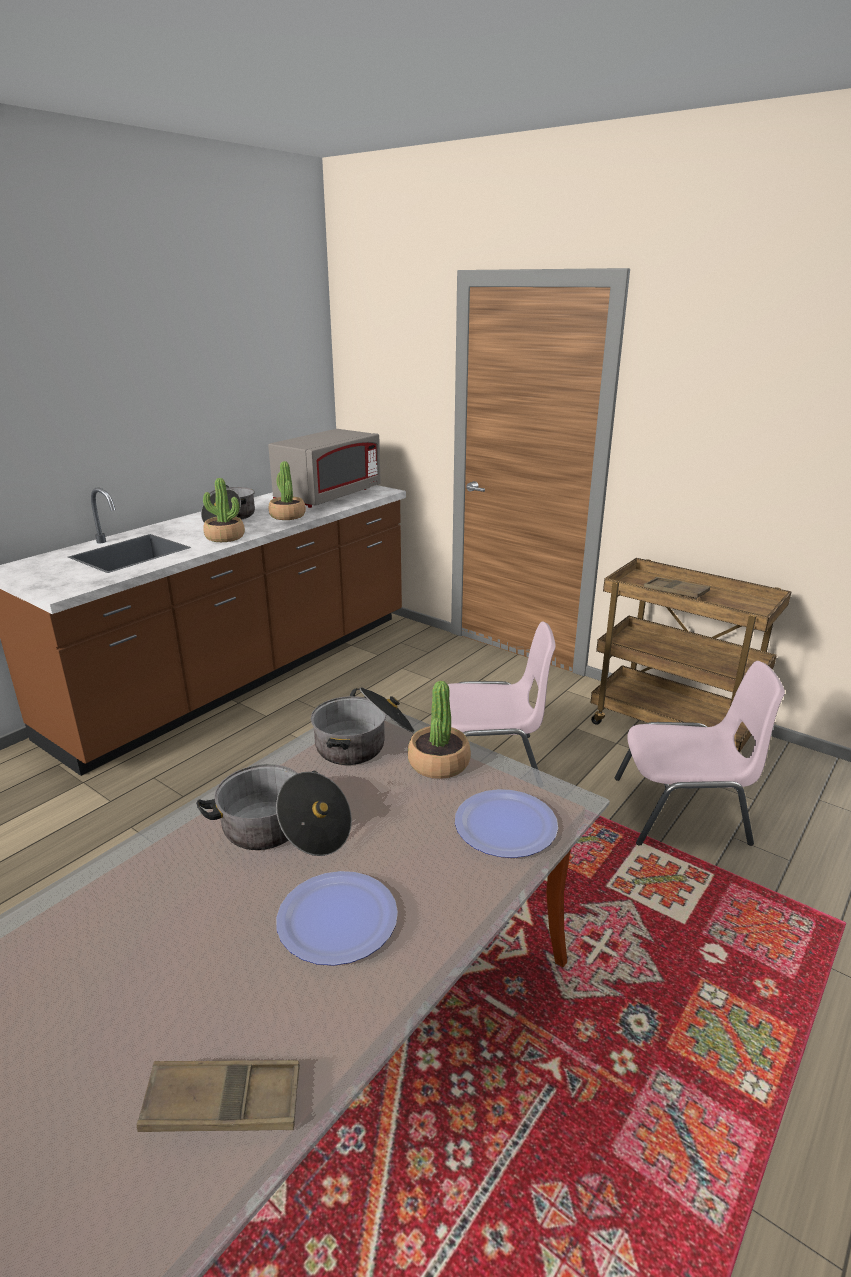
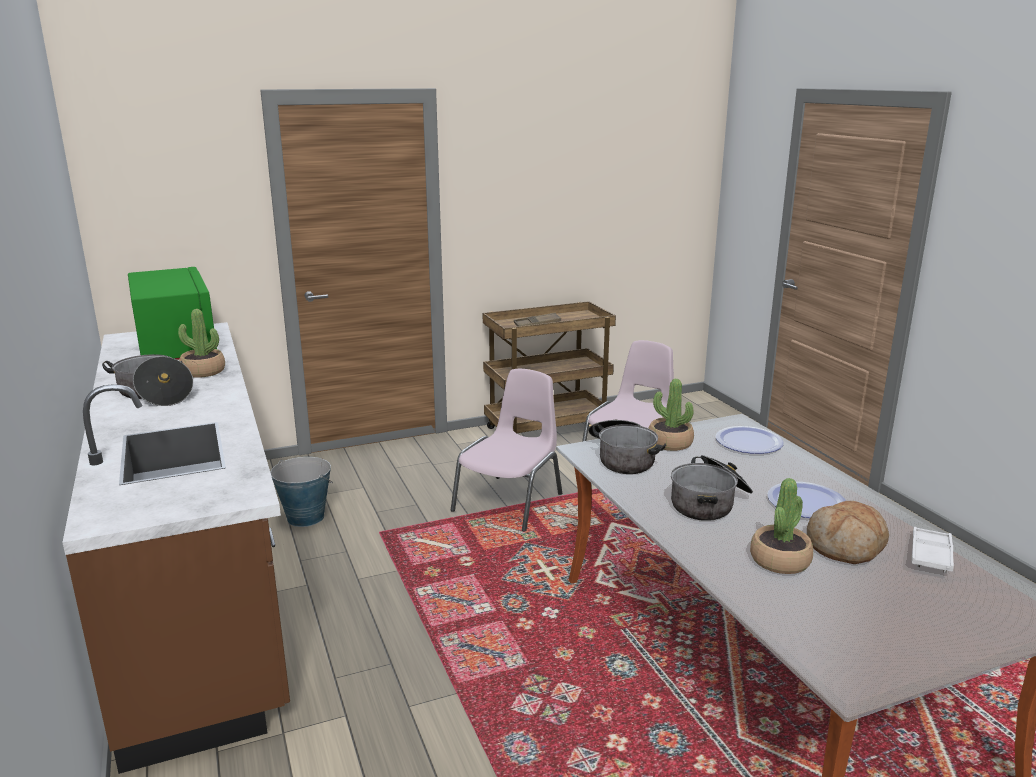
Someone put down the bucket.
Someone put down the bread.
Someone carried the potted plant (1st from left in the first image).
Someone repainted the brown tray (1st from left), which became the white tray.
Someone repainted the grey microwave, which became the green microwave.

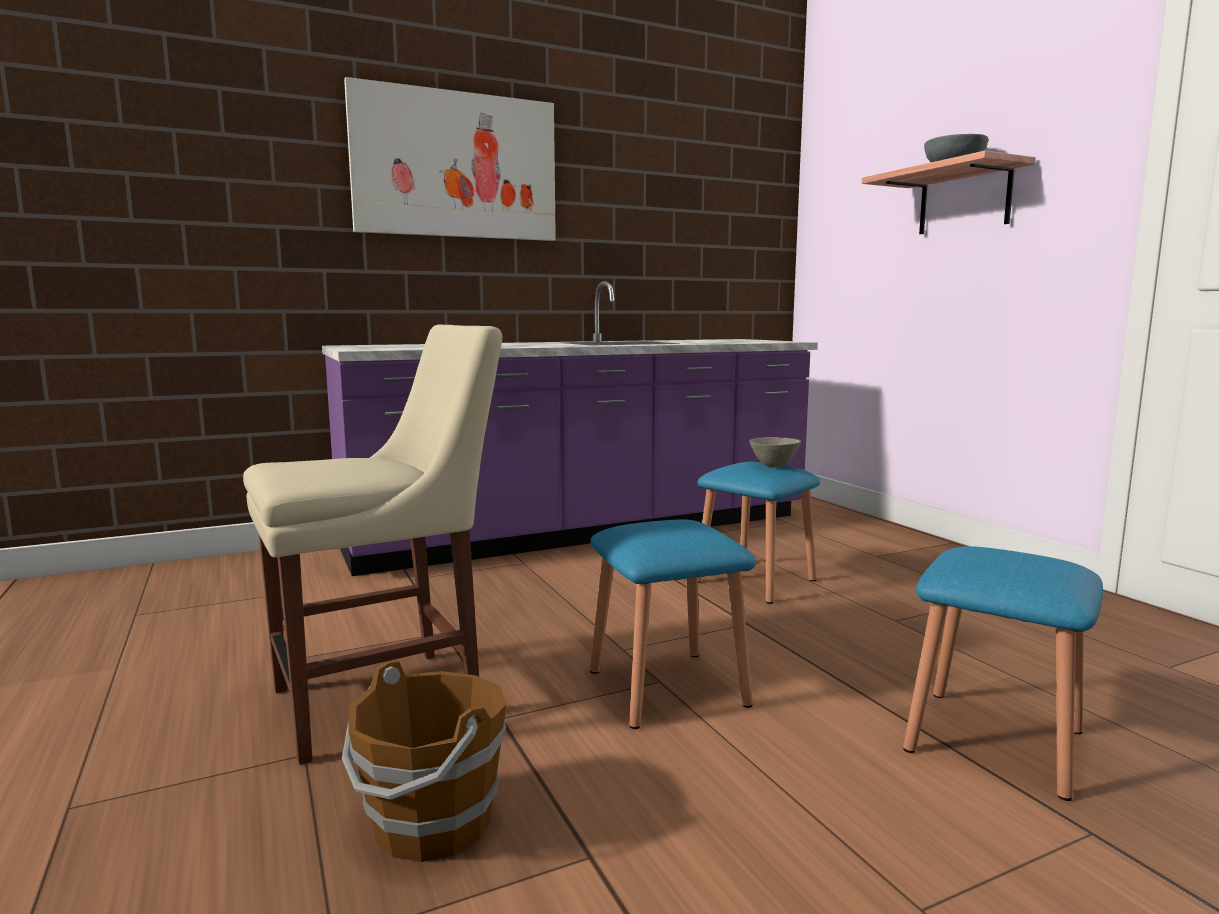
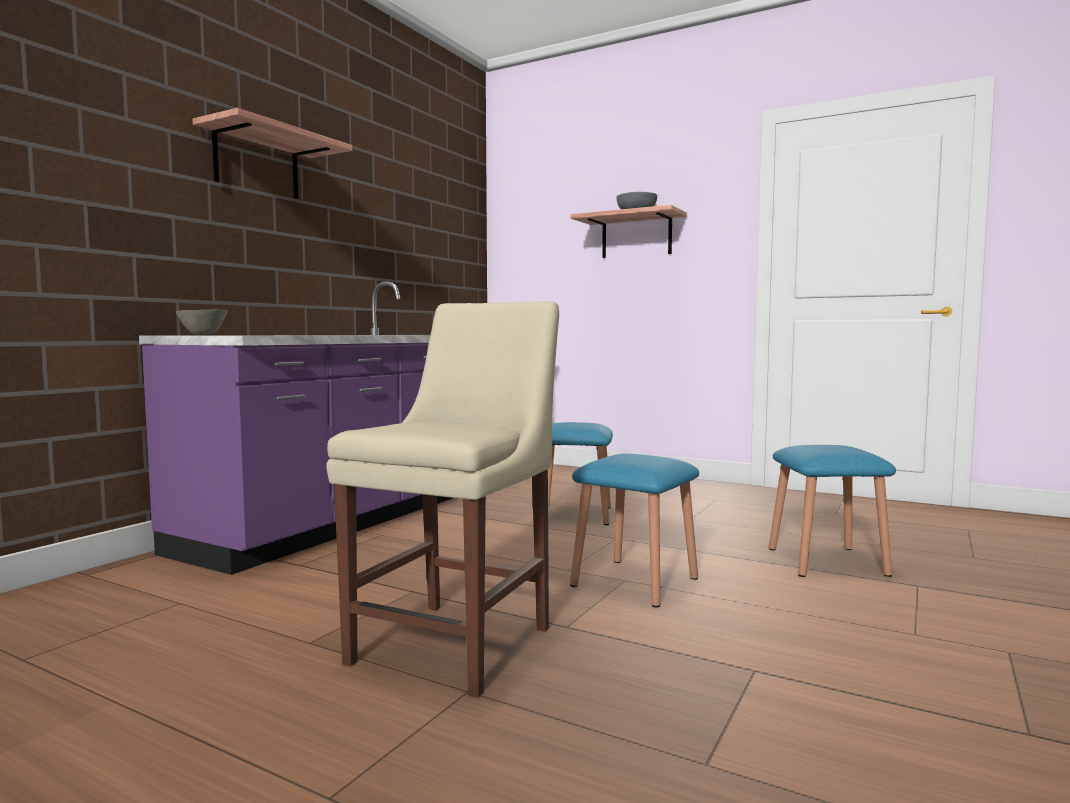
Someone took away the brown bucket.
Someone carried the grey bowl (1st from left).
Someone swapped the picture for the shelf (1st from left).

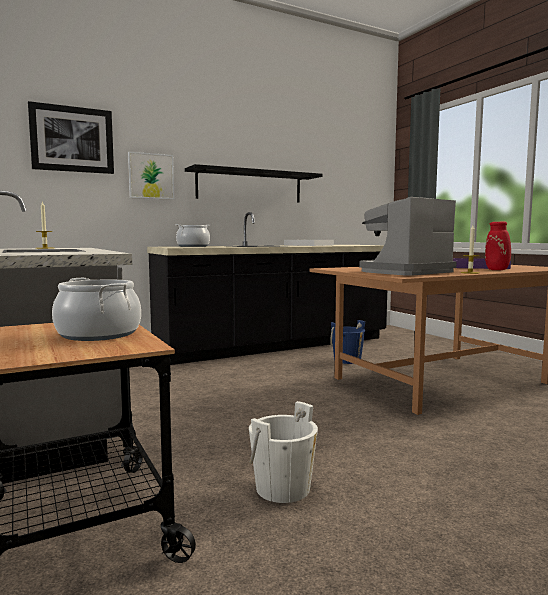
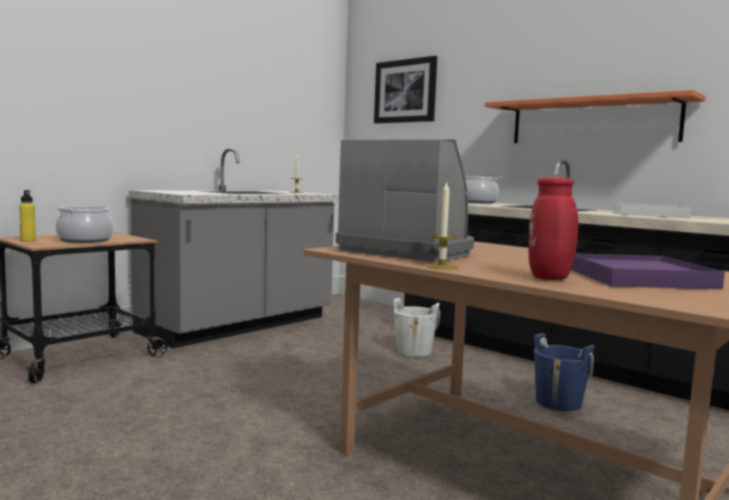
Someone took away the picture (2nd from left).
Someone put down the yellow bottle.
Someone carried the white bucket.
Someone repainted the black shelf, which became the orange shelf.

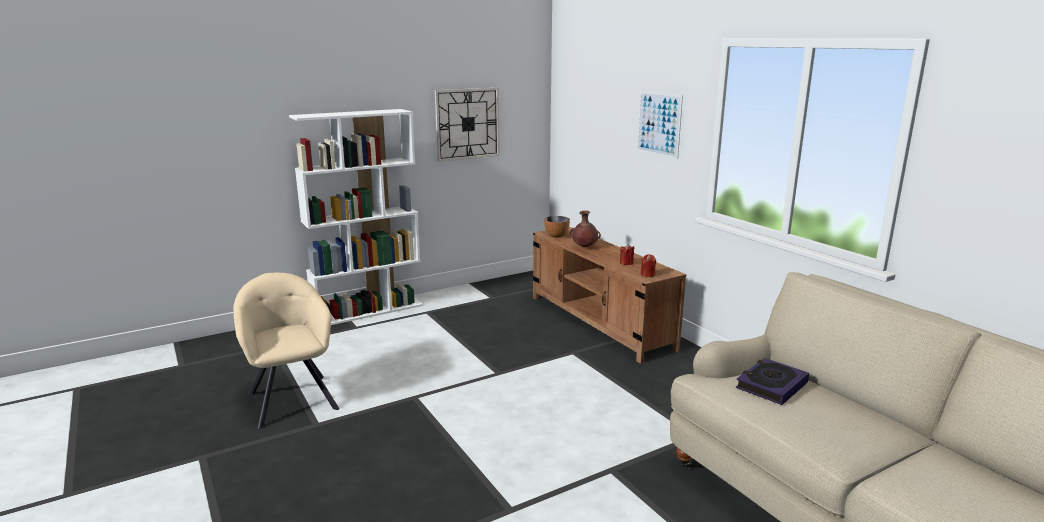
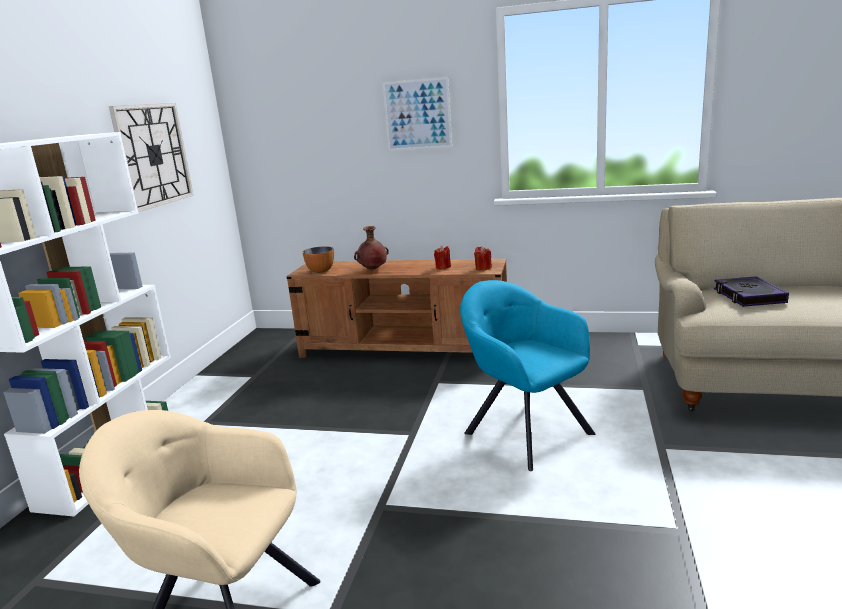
Someone put down the turquoise armchair.

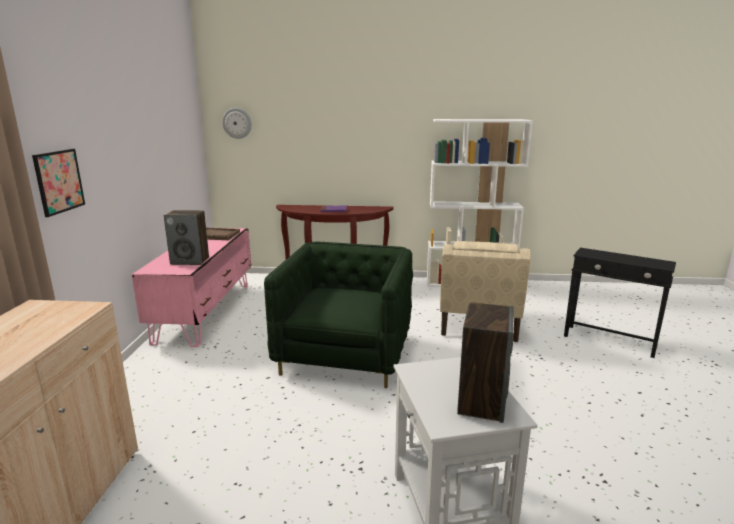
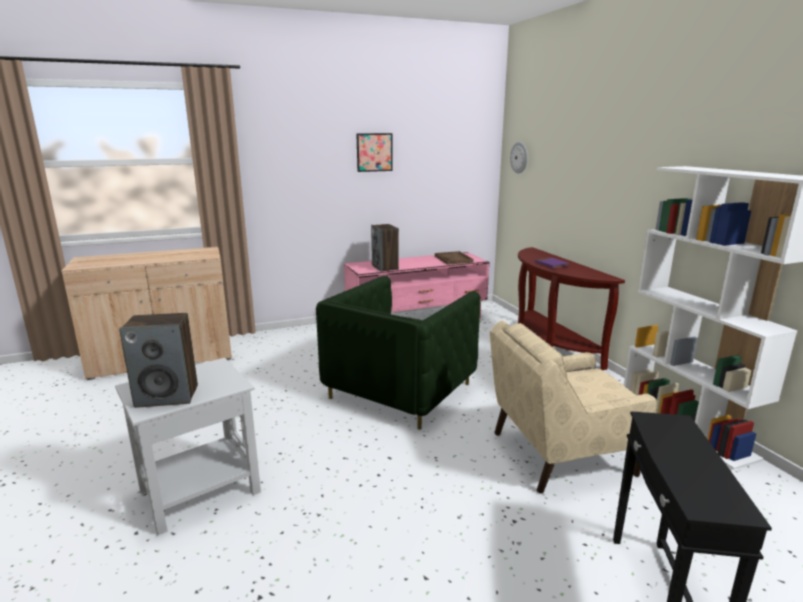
Someone carried the picture.
Someone rotated the green armchair by 135 degrees clockwise.

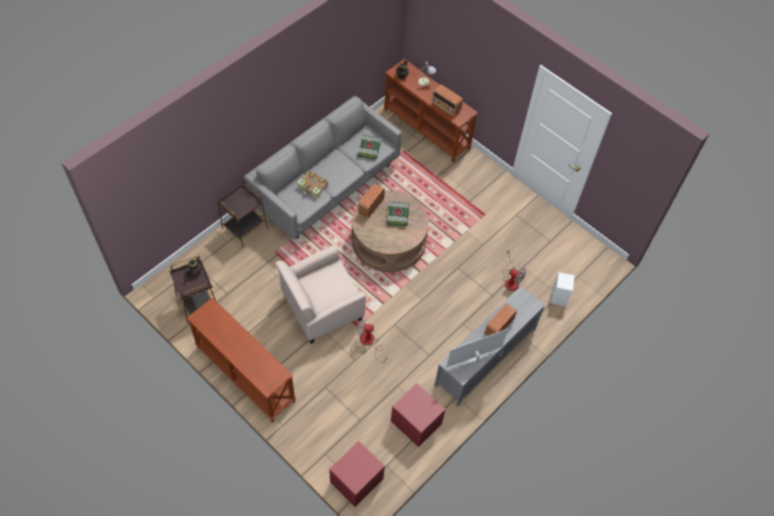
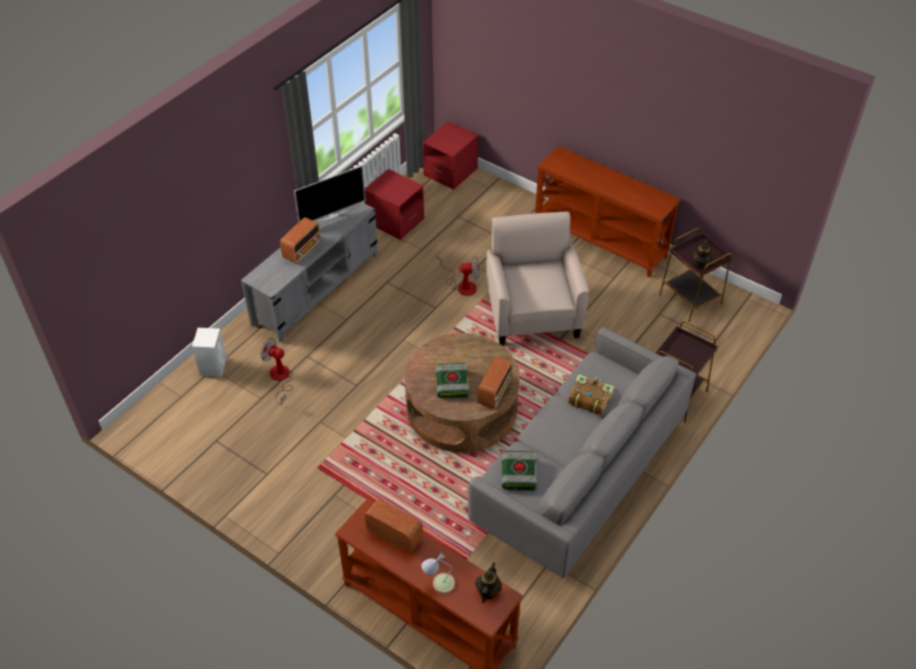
Someone rotated the beige armchair by 60 degrees counterclockwise.

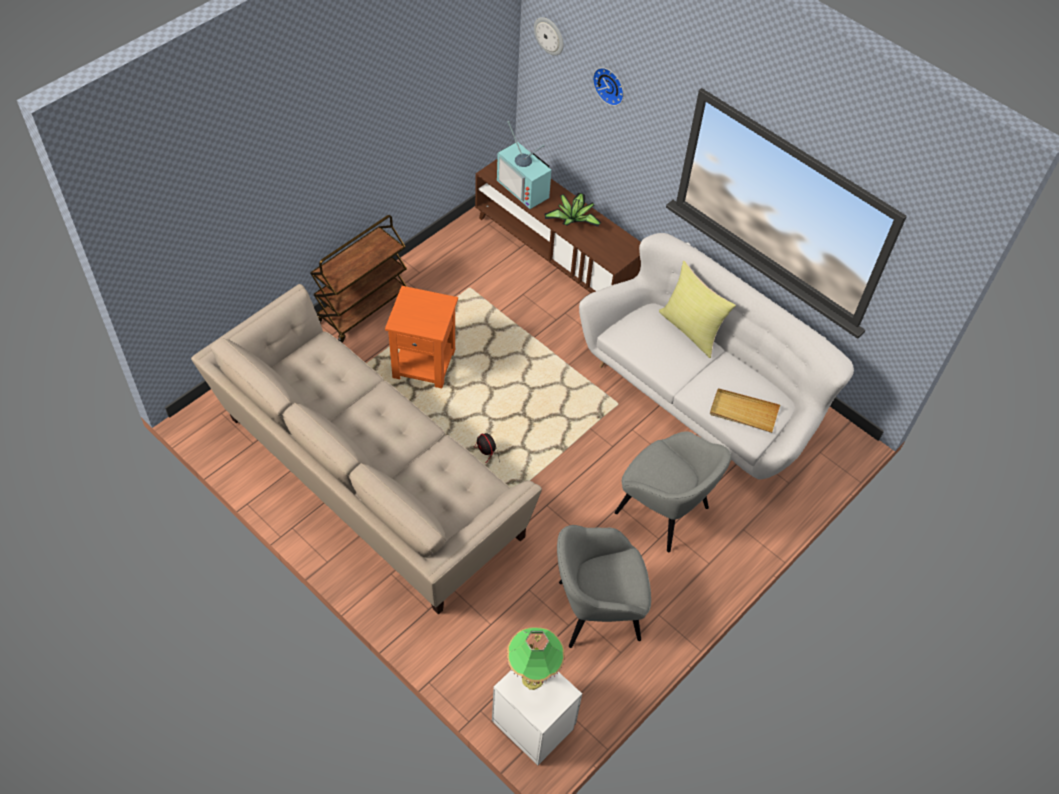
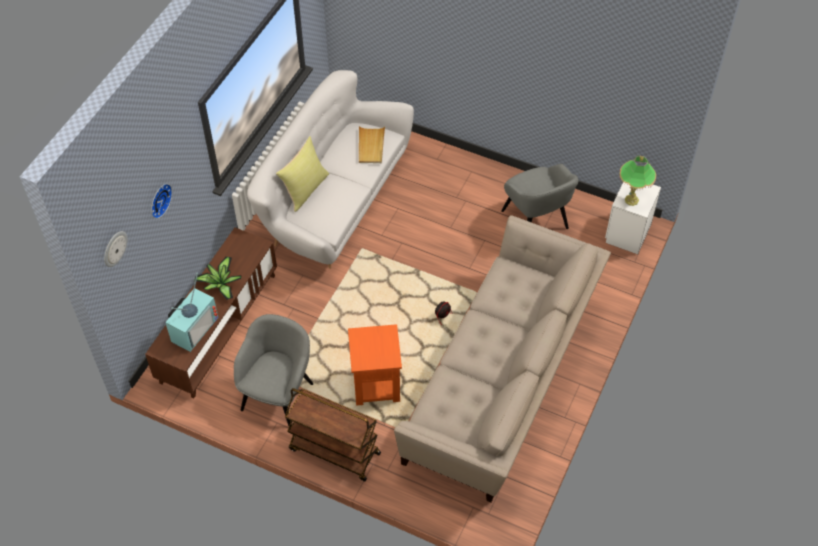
Someone carried the grey armchair (2nd from left in the first image).

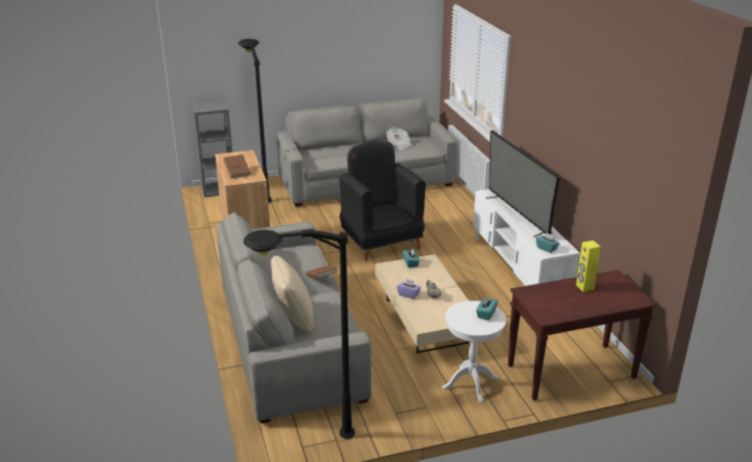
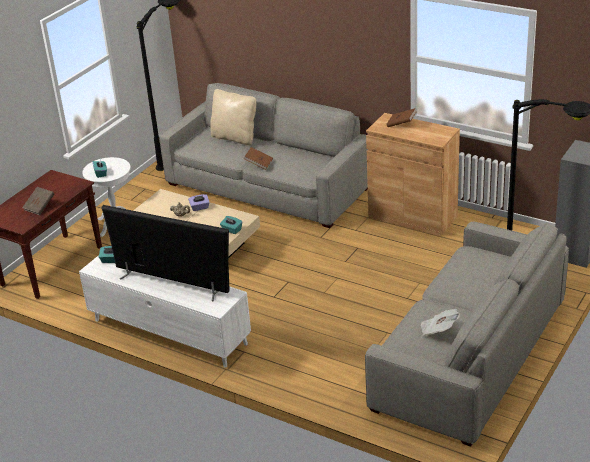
Someone took away the black armchair.
Someone swapped the yellow speaker for the brown book (1st from left).

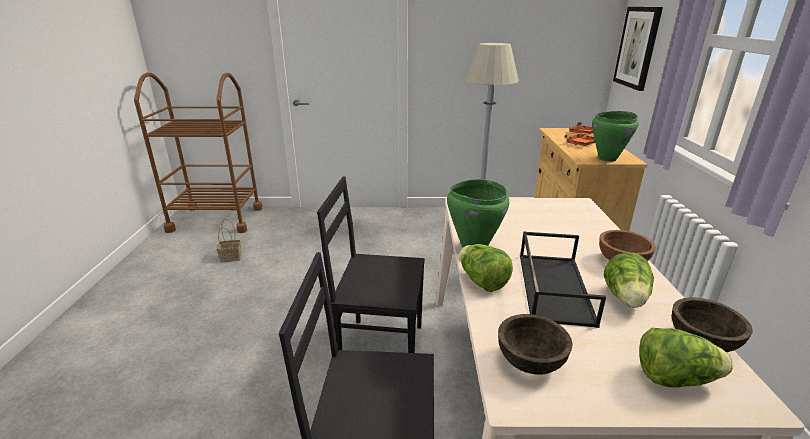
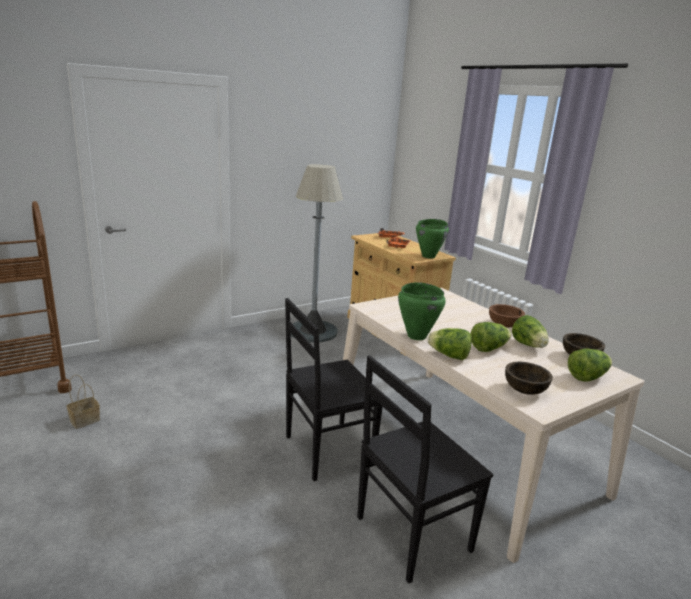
Someone took away the picture.
Someone swapped the black tray for the lettuce (2nd from left).

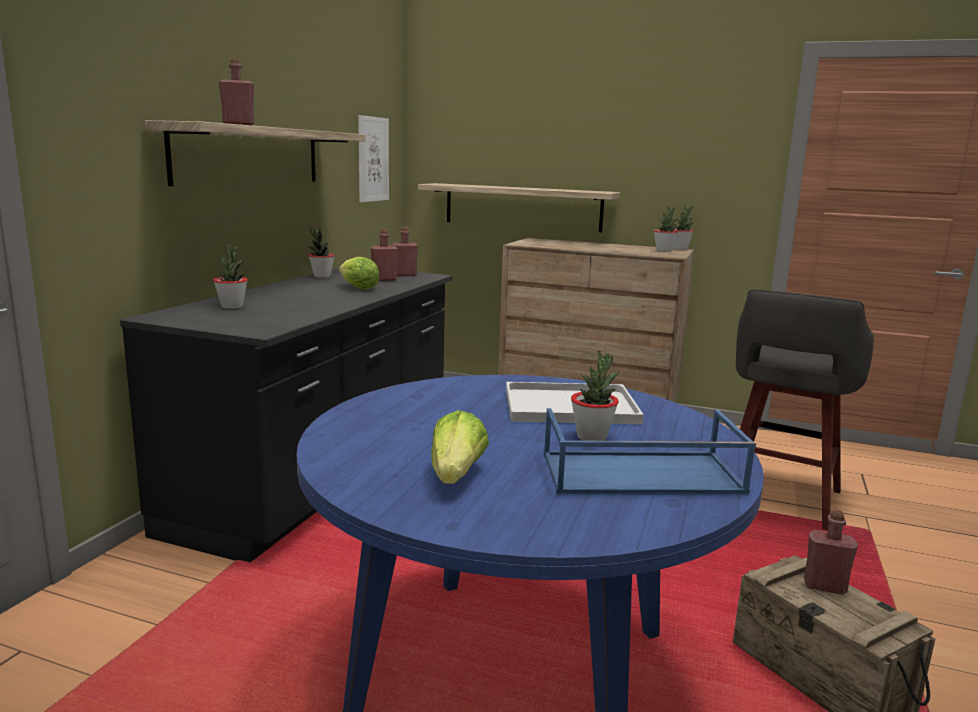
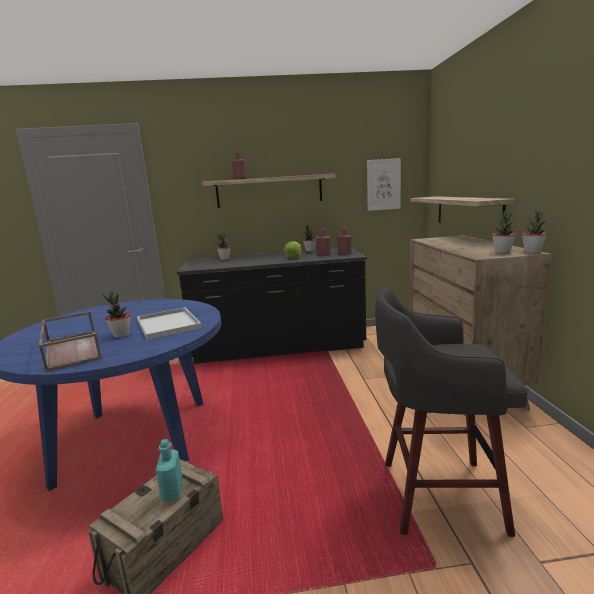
Someone took away the lettuce (2nd from left).
Someone repainted the blue tray, which became the brown tray.
Someone repainted the red bottle (4th from left), which became the turquoise bottle.

